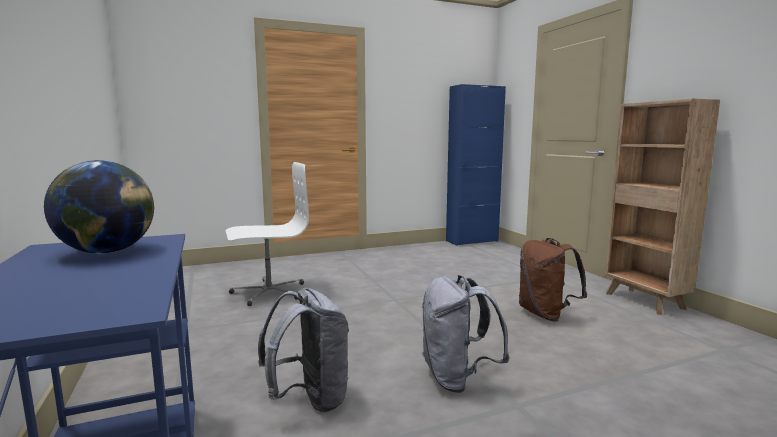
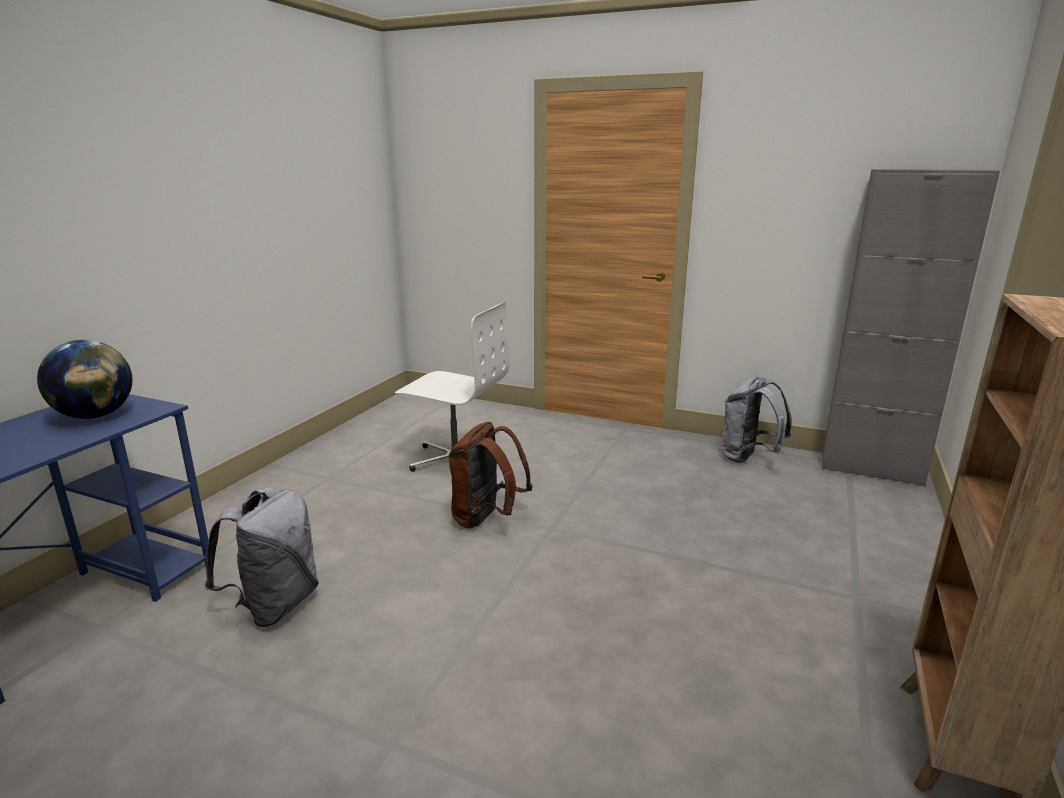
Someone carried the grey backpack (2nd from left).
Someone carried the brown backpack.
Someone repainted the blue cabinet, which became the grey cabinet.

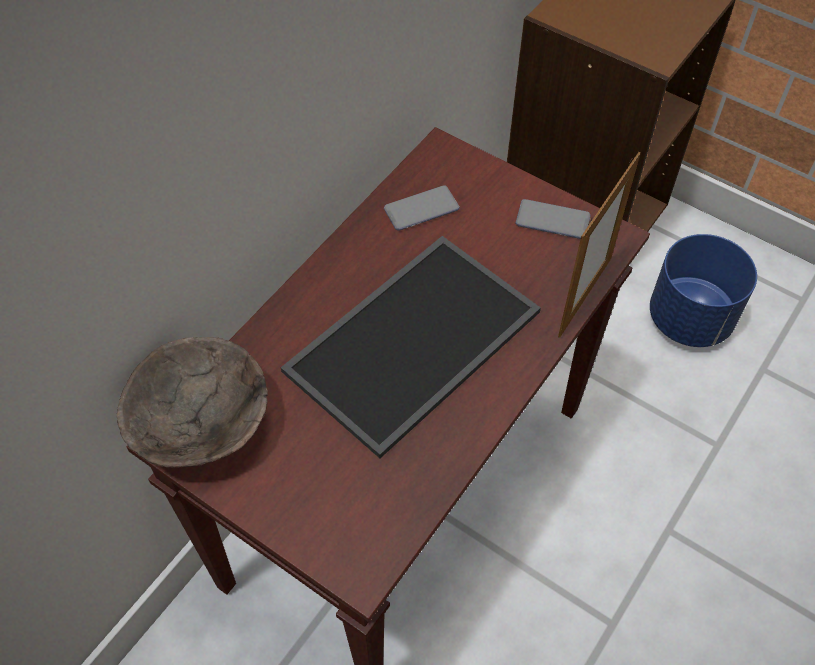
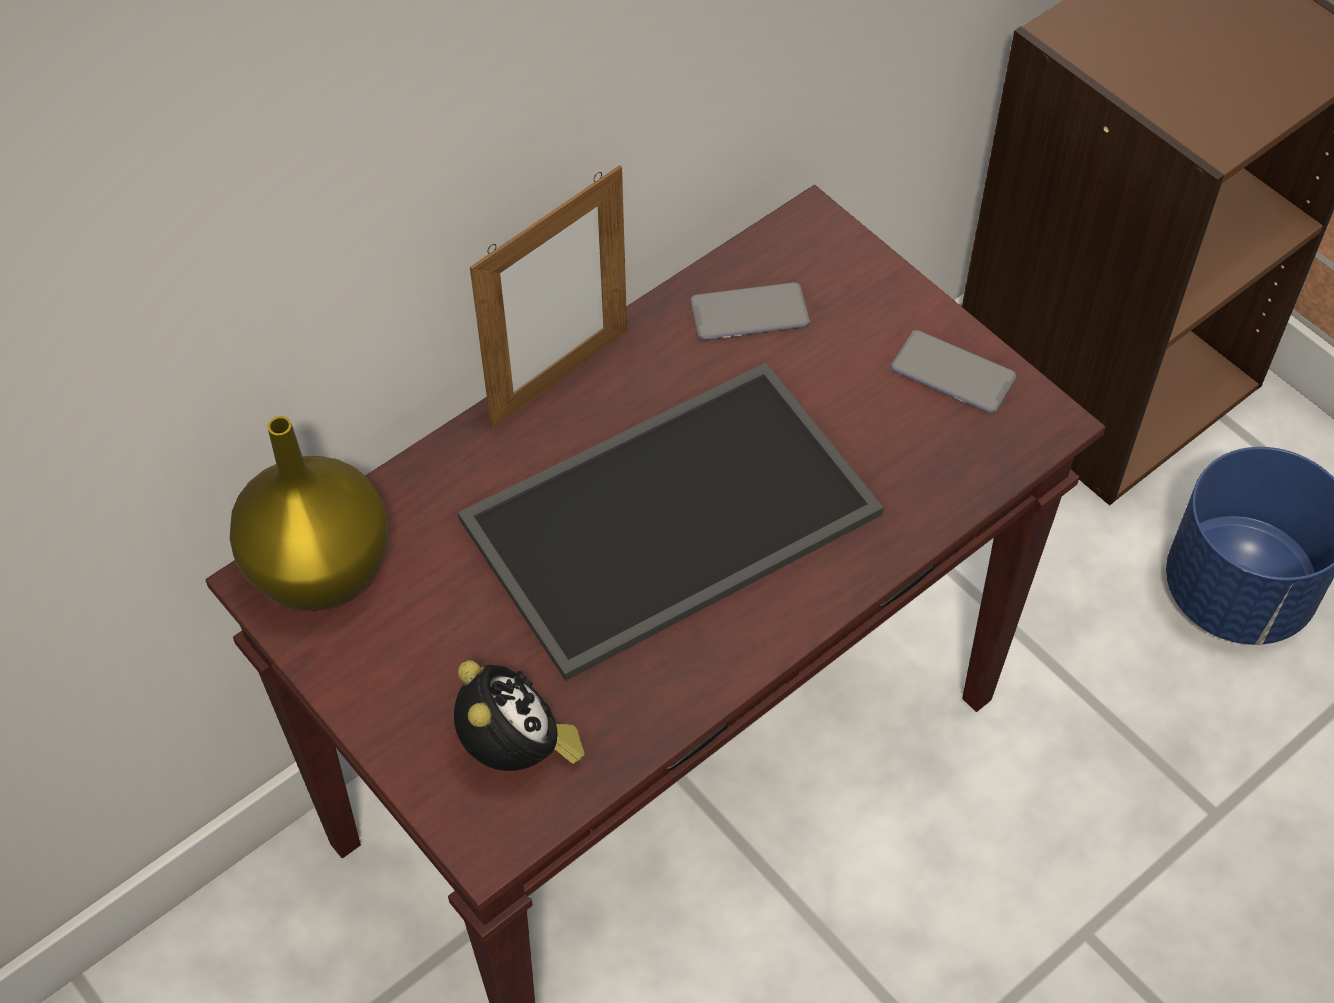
Someone put down the alarm clock.
Someone carried the picture frame.
Someone swapped the brown bowl for the yellow vase.

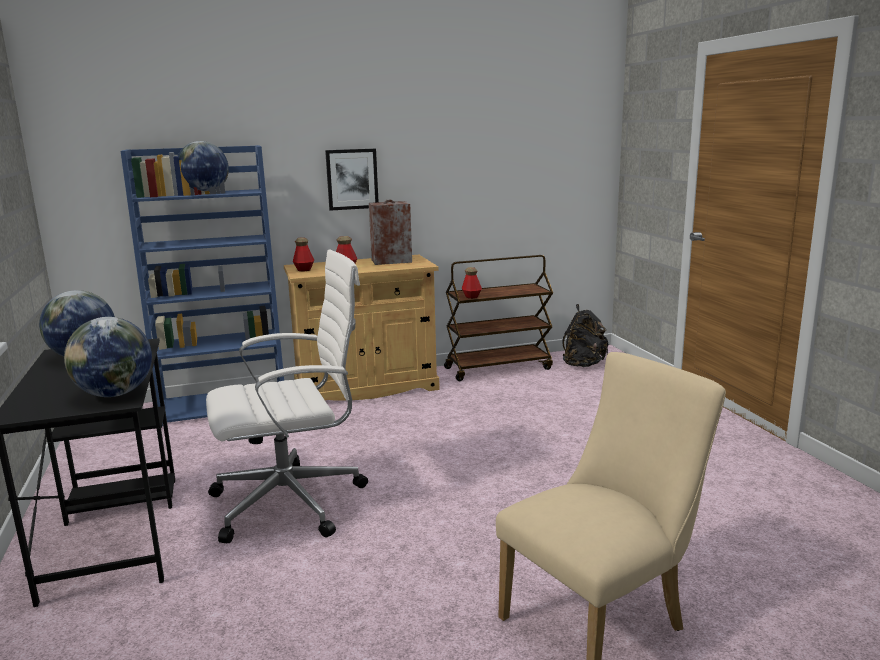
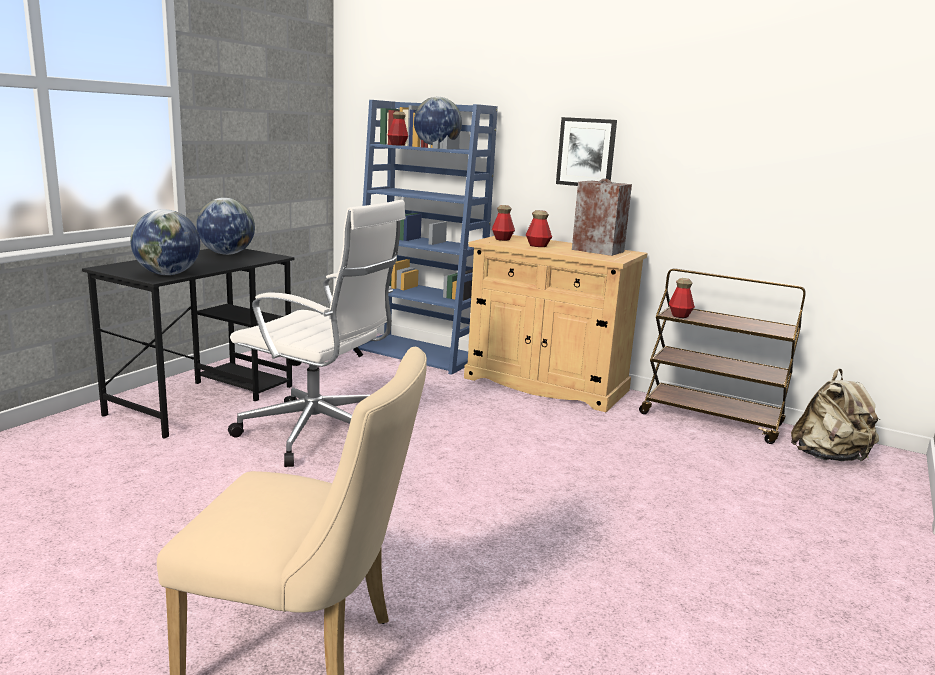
Someone put down the bottle (1st from left).
Someone repainted the black backpack, which became the beige backpack.

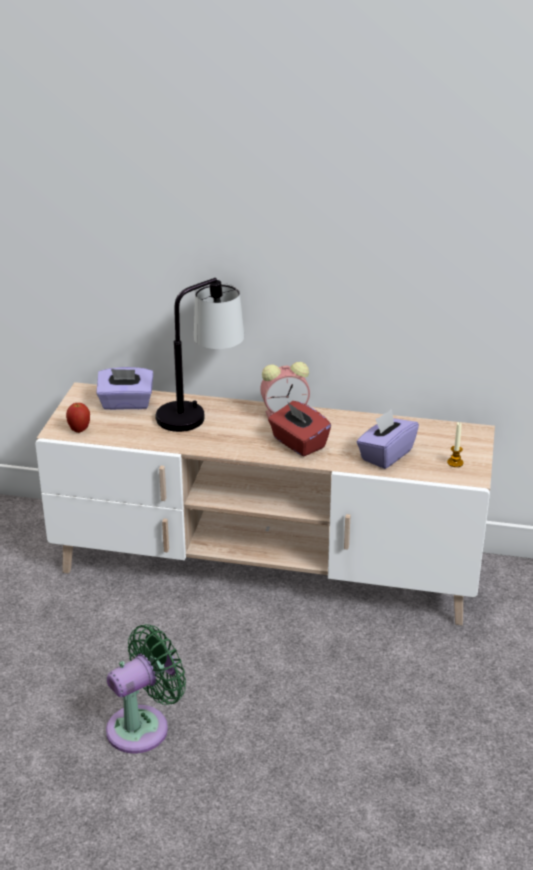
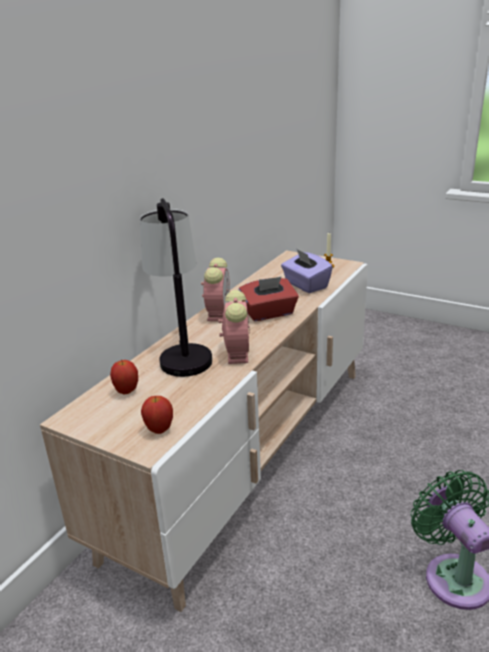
Someone put down the alarm clock (2nd from left).
Someone swapped the purple tissue box (1st from left) for the apple (1st from left).

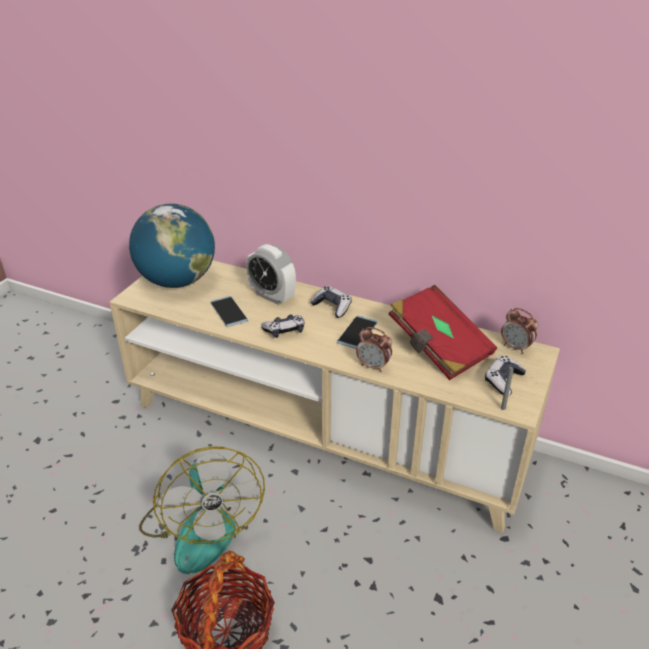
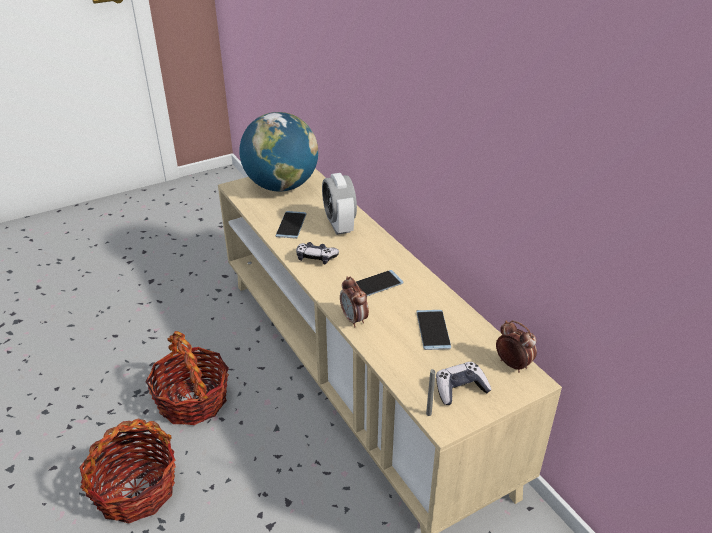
Someone took away the game controller (2nd from left).
Someone swapped the fan for the basket (2nd from left).
Someone swapped the red book for the phone (3rd from left).
Someone rotated the alarm clock (3rd from left) by 150 degrees clockwise.

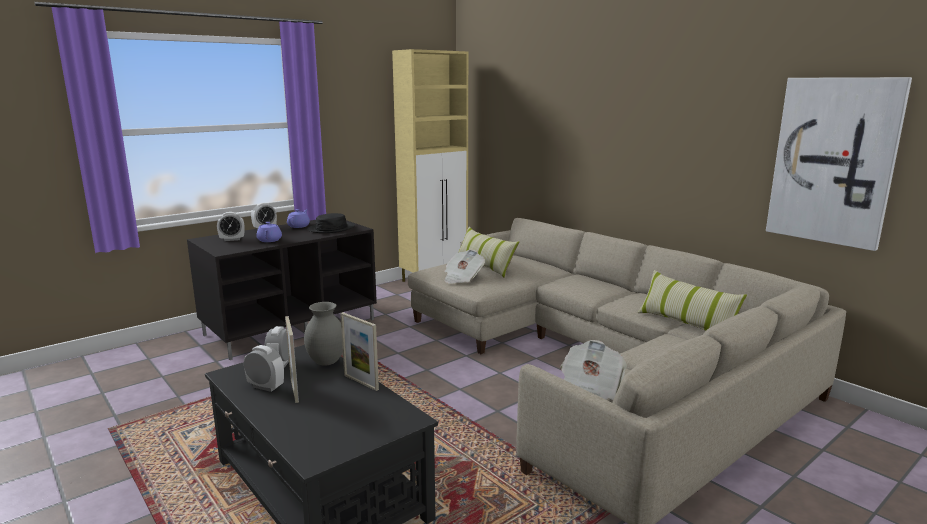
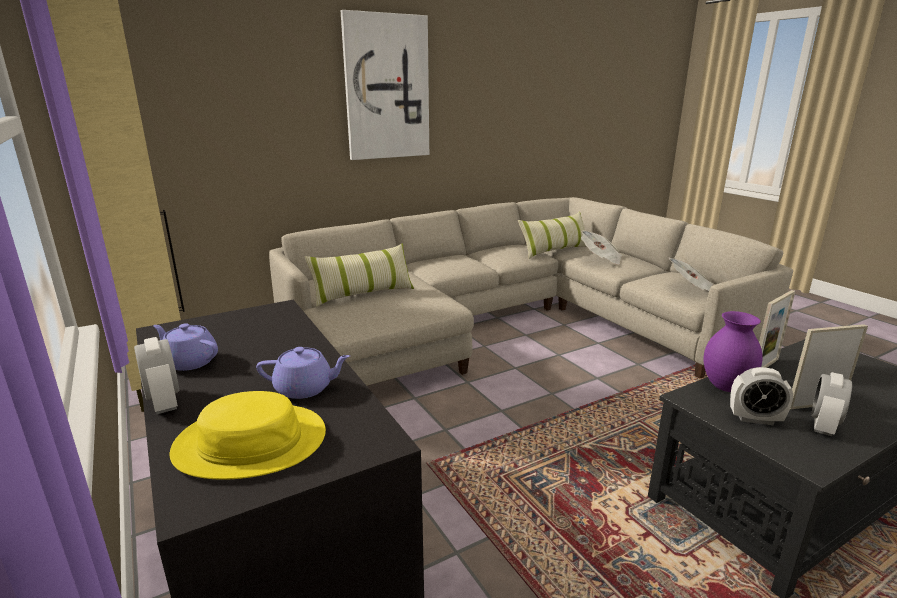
Someone took away the black hat.
Someone carried the newspaper (1st from left).
Someone carried the picture.
Someone swapped the alarm clock (1st from left) for the yellow hat.
Someone repainted the grey vase, which became the purple vase.

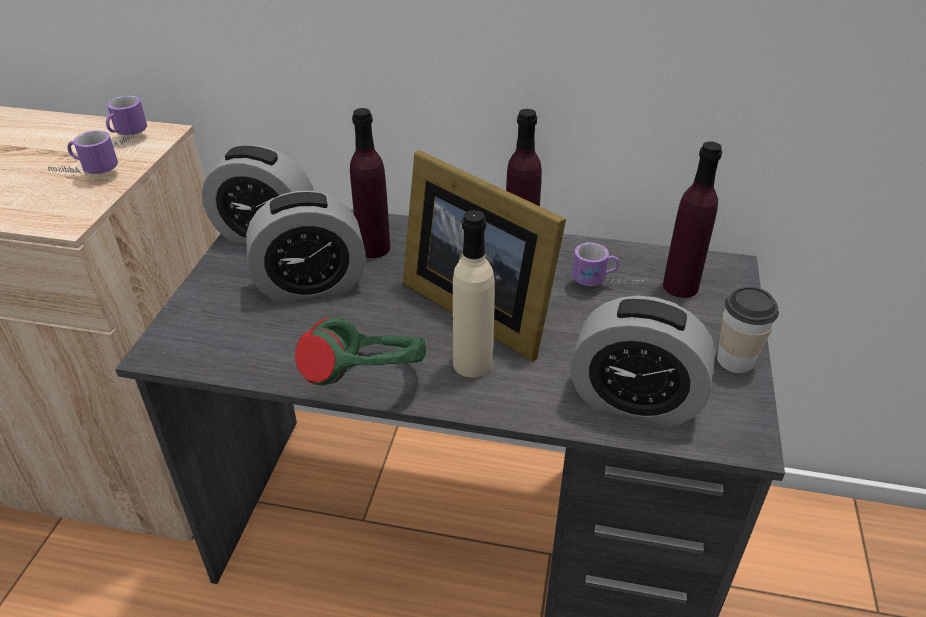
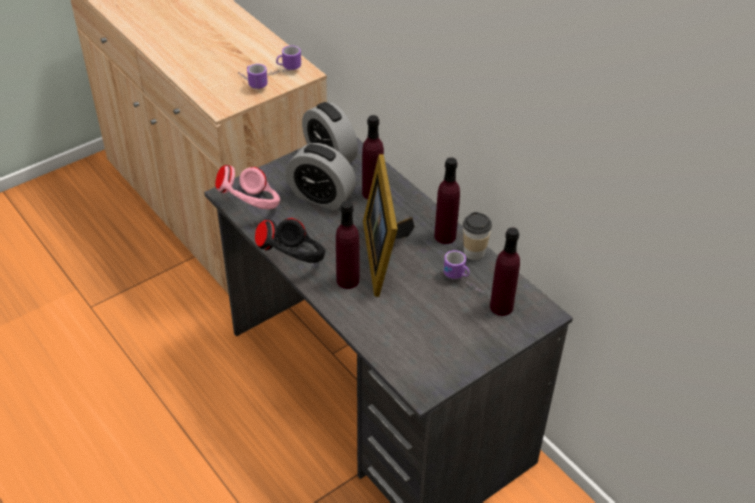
Someone took away the alarm clock (3rd from left).
Someone put down the pink headphones.
Someone carried the cup.
Someone repainted the green headphones, which became the black headphones.
Someone repainted the beige bottle, which became the purple bottle (1st from left).

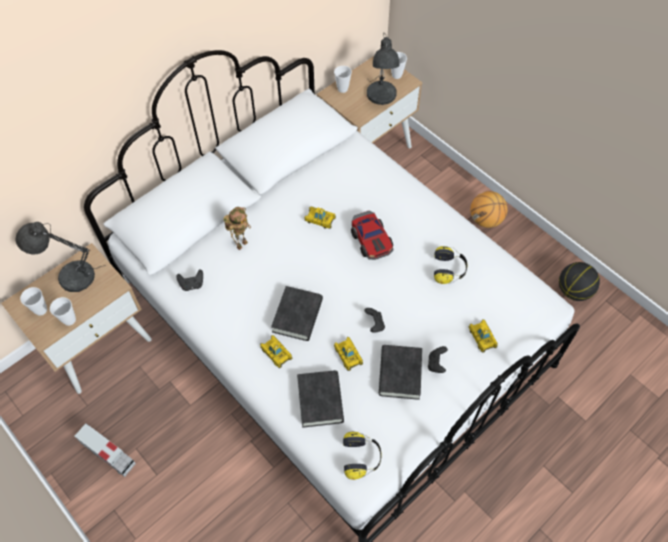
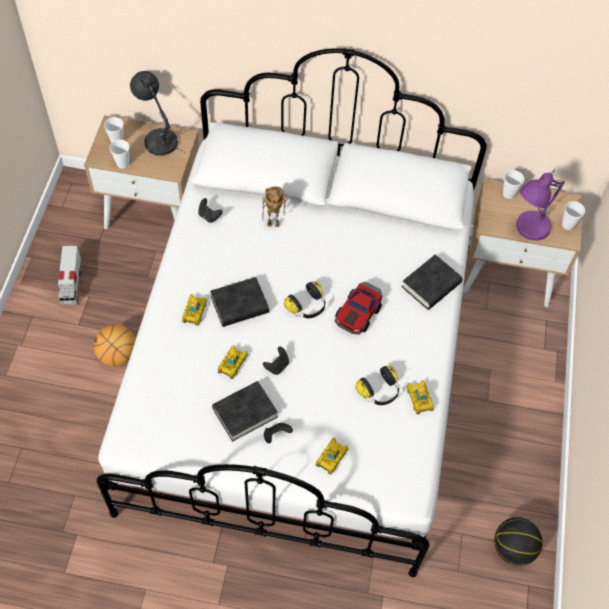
Someone carried the black book (2nd from left in the first image).
Someone carried the toy car (2nd from left in the first image).
Someone carried the headphones (1st from left).
Someone carried the basketball (1st from left).
Someone repainted the grey table lamp (2nd from left), which became the purple table lamp.

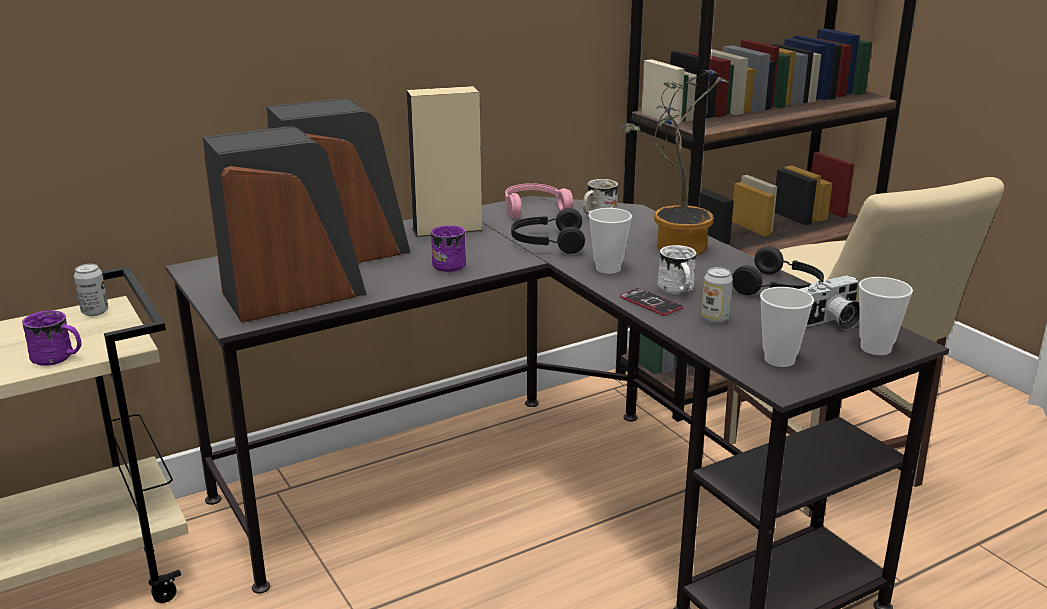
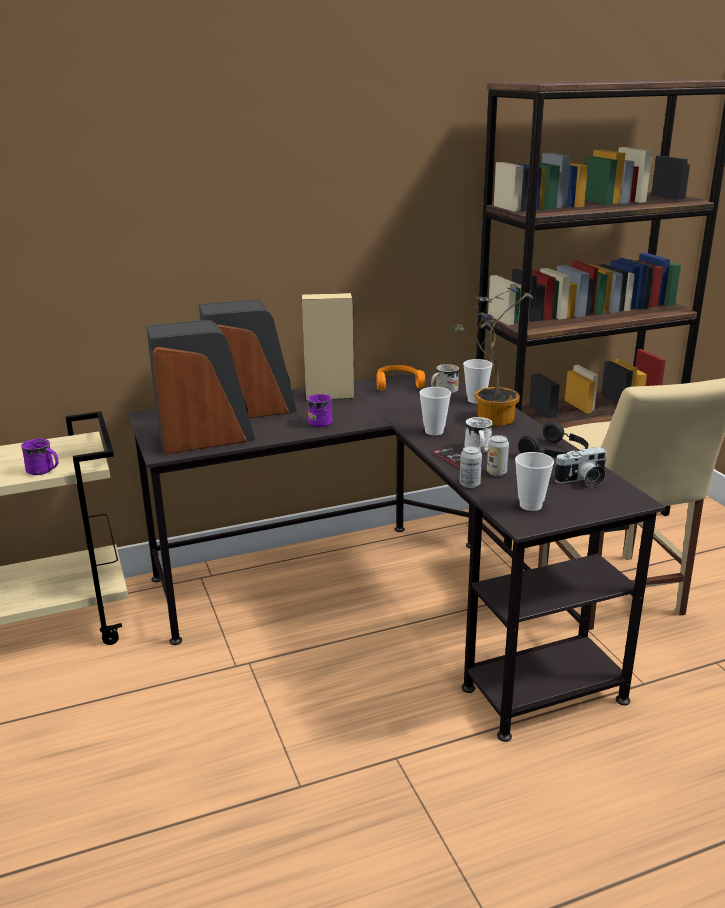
Someone took away the black headphones (1st from left).
Someone carried the can (1st from left).
Someone carried the cup (3rd from left in the first image).
Someone repainted the pink headphones, which became the orange headphones.

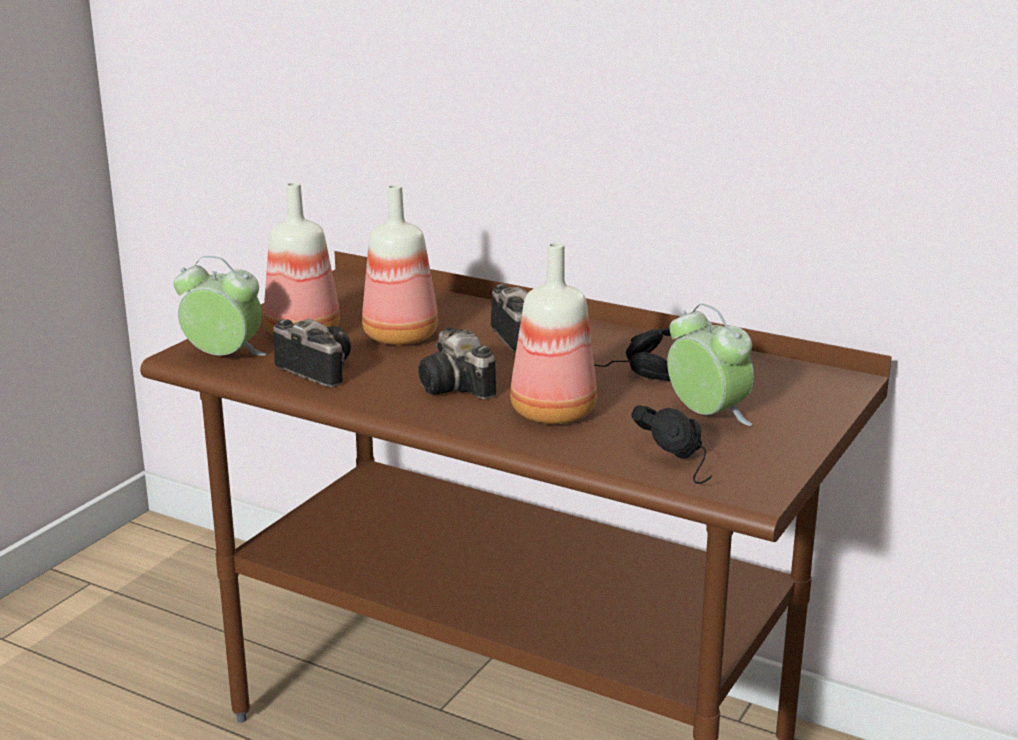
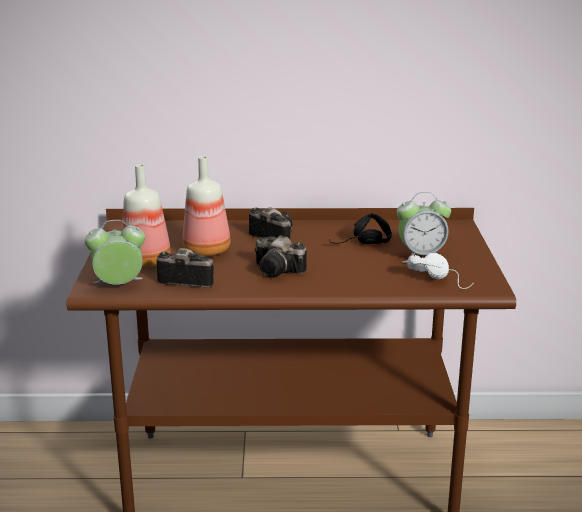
Someone took away the bottle (3rd from left).
Someone repainted the black headphones (2nd from left), which became the white headphones.
Someone rotated the alarm clock (2nd from left) by 150 degrees clockwise.

